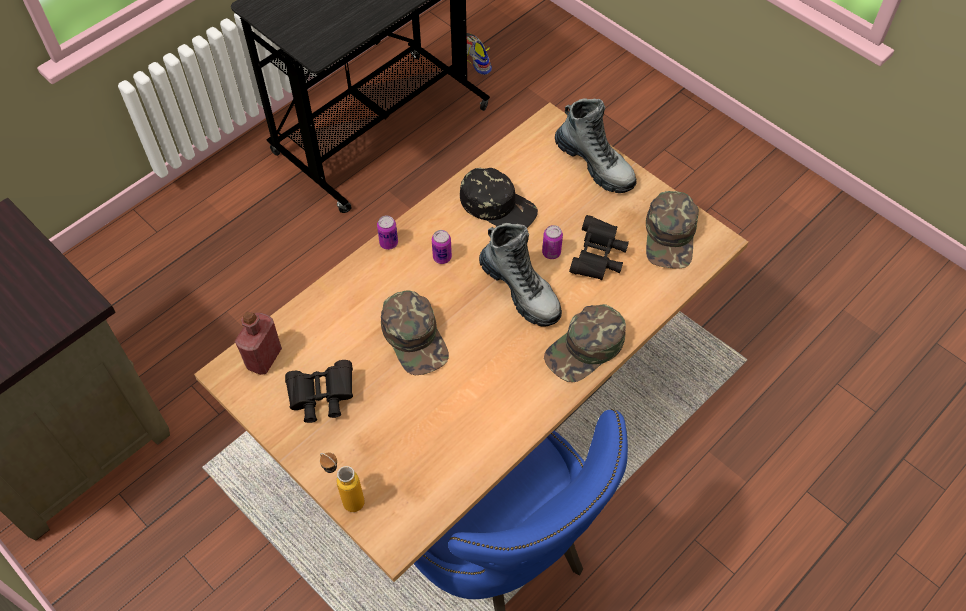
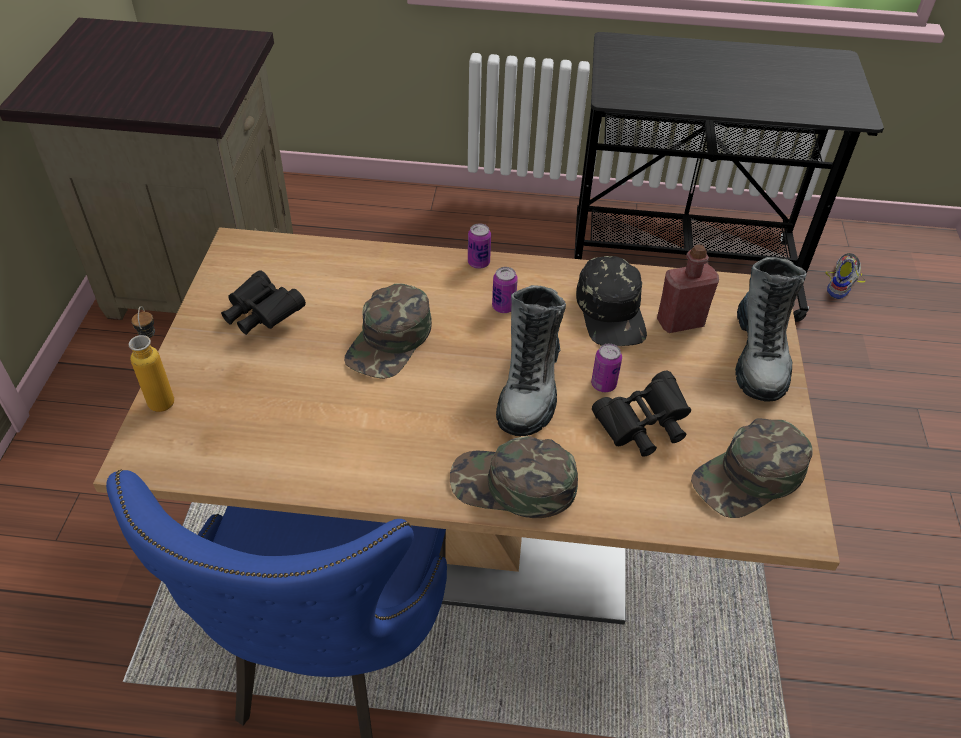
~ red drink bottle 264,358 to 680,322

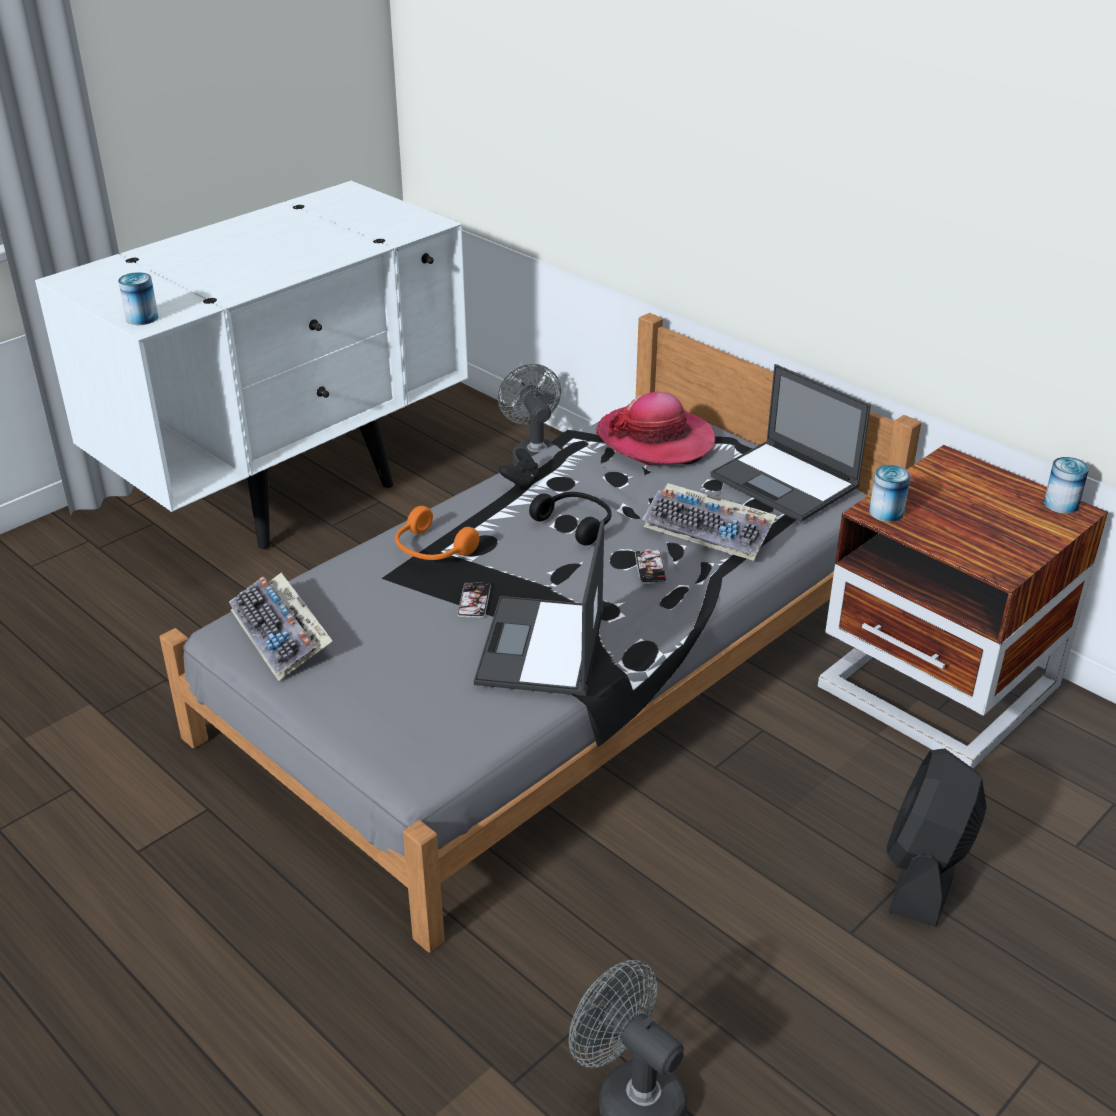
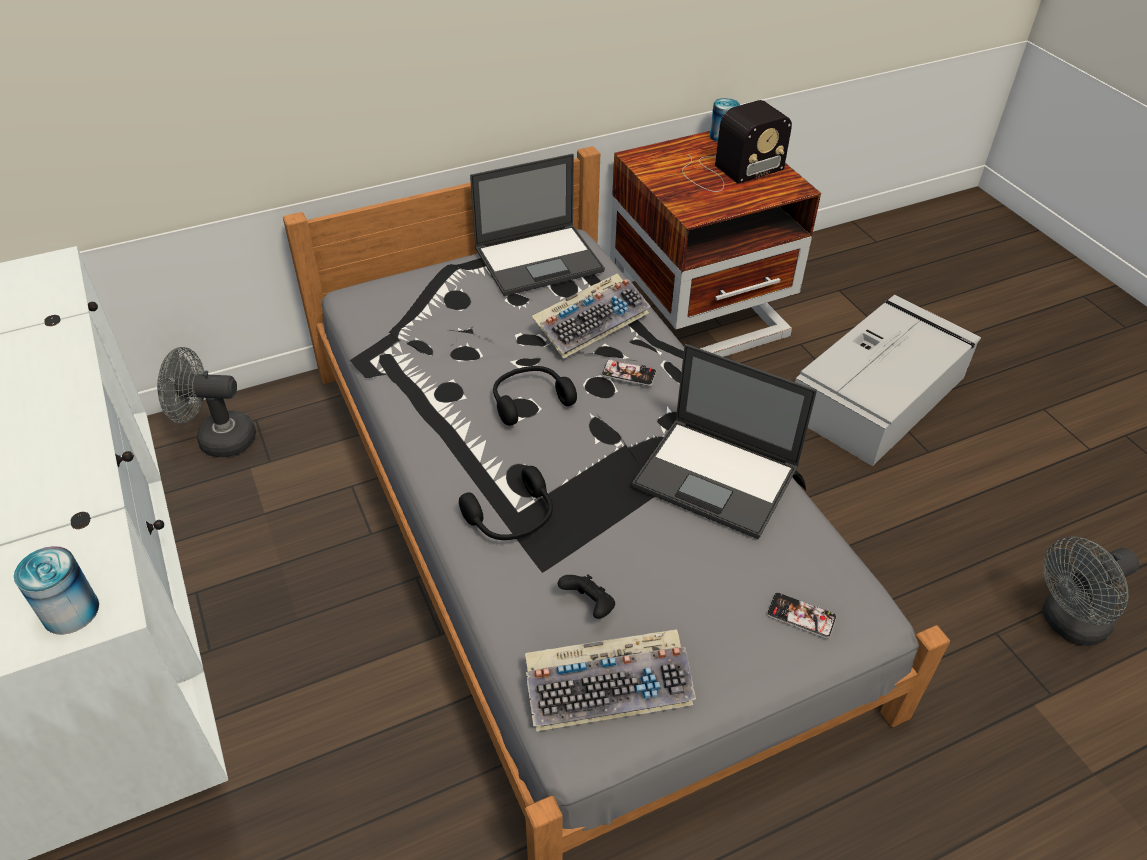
- wearable hat 656,439
~ blackish gamepad 520,481 to 589,606
- can 886,512
~ orange-coloured headset 431,550 to blackish headset 512,518
~ phone 474,601 to 801,616
~ blackish electric fan 925,871 to grey storage bin 879,394
+ radio set 728,171

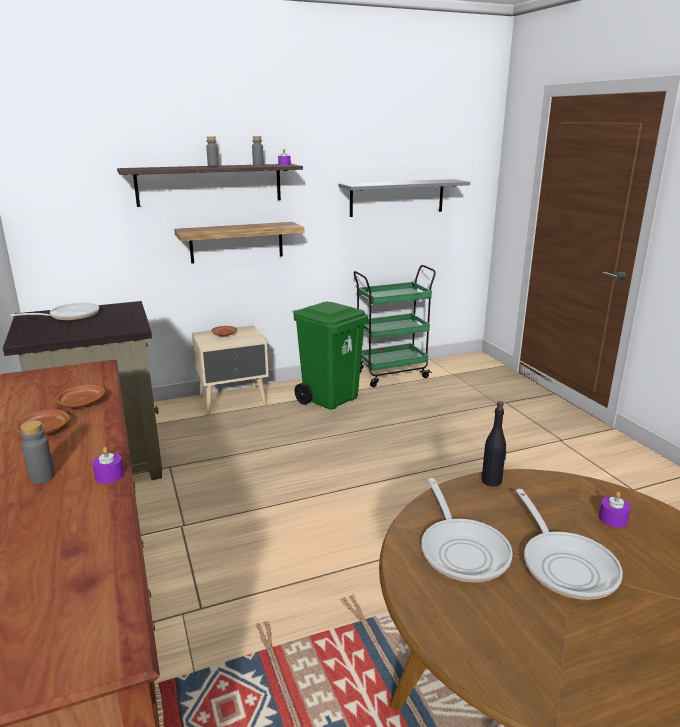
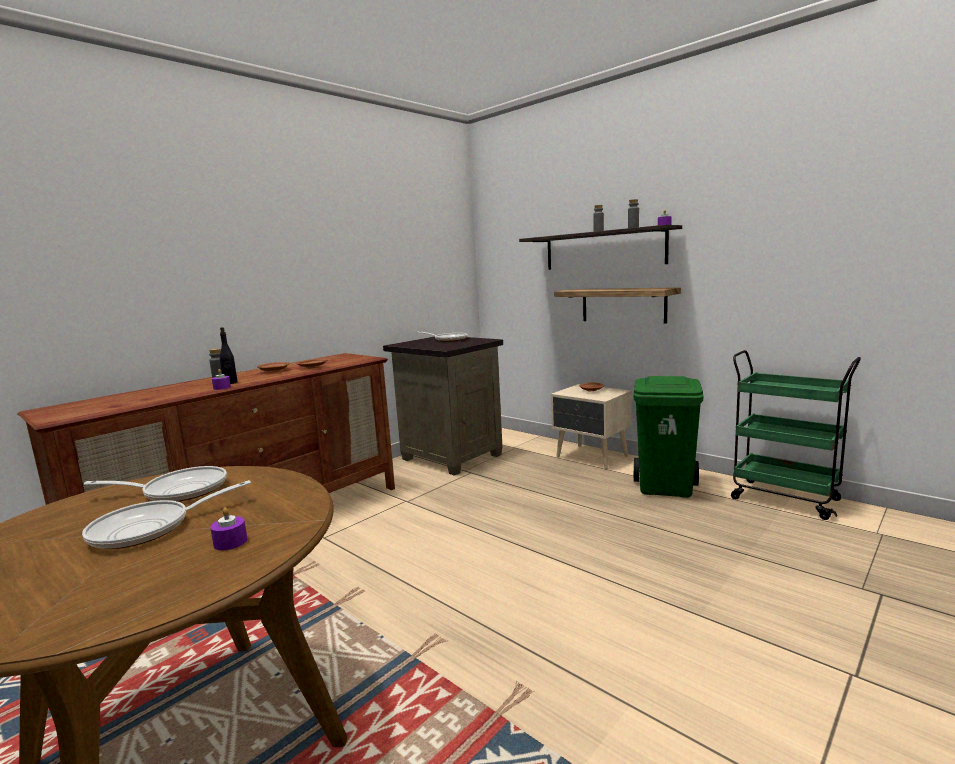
- grey bracket shelf 397,197
~ blackish drink bottle 492,481 to 230,383
~ skillet 462,550 = 179,491 150 degrees counterclockwise

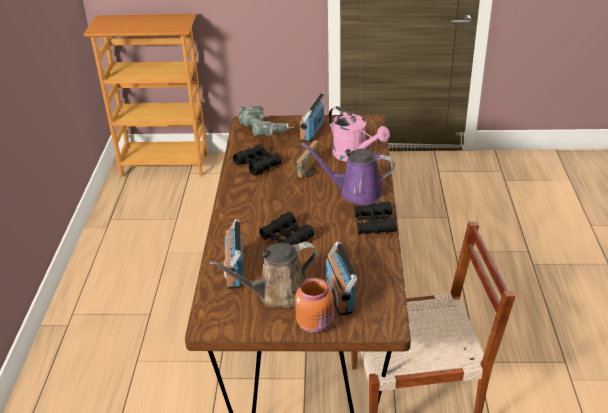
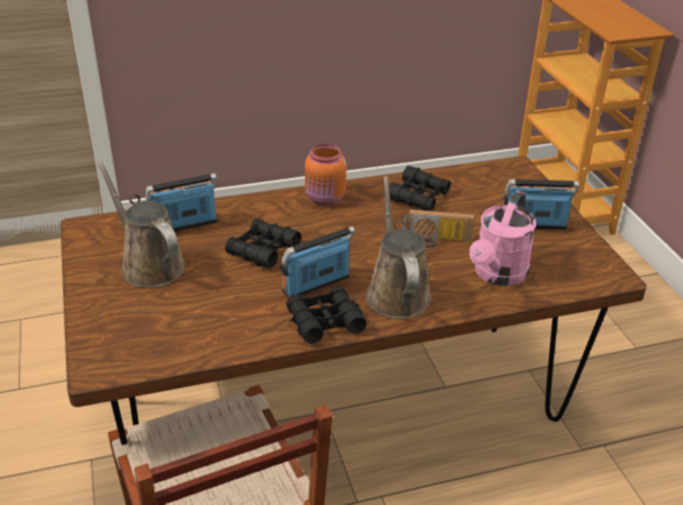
- power drill 265,132
~ purple watering can 356,192 to brown-coloured watering can 396,292
~ radio set 339,296 to 316,284
~ orange-coloured preserve jar 316,324 to 325,199

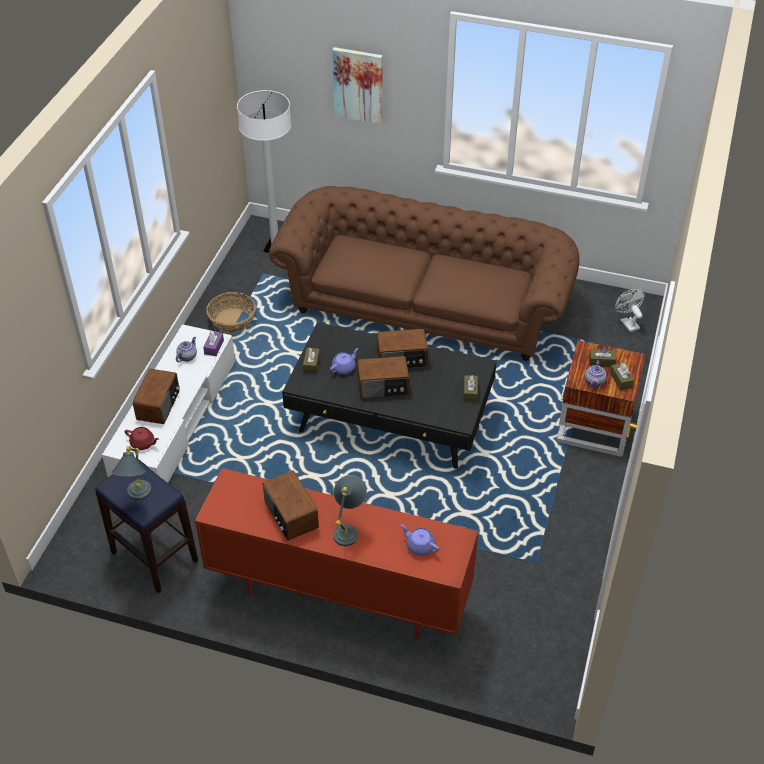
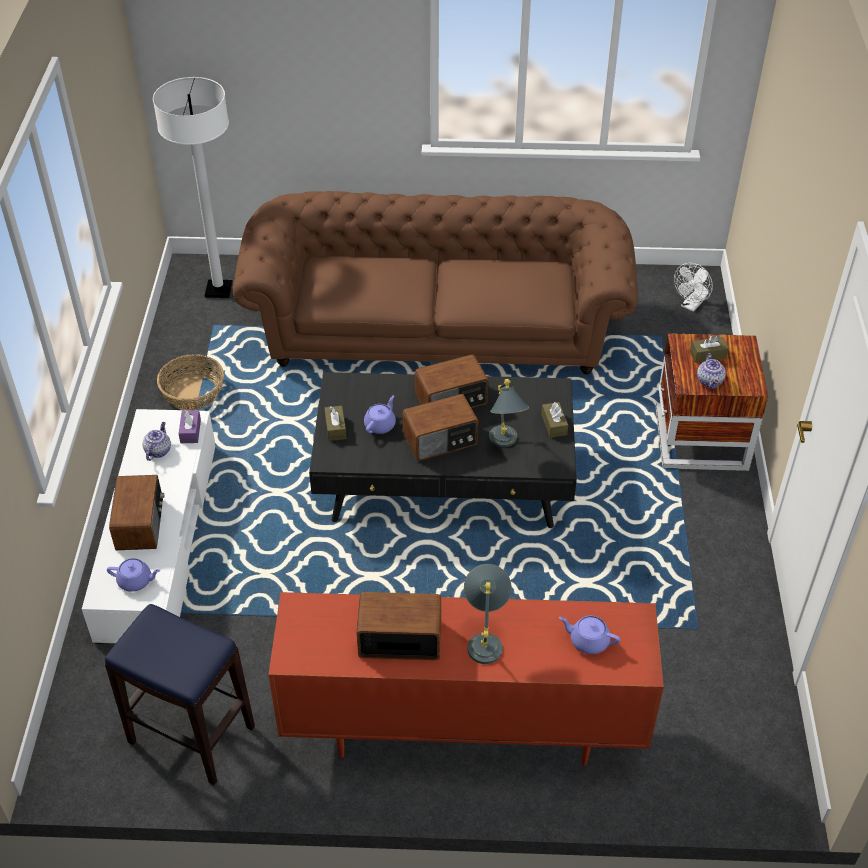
- wall art 358,85
~ white electric fan 627,323 = 691,305 105 degrees counterclockwise
- brown-coloured box of tissues 621,380
~ red teapot 143,443 to purple teapot 136,581
~ grey tabletop lamp 137,497 to 505,445
~ radio set 290,515 = 399,637 135 degrees clockwise

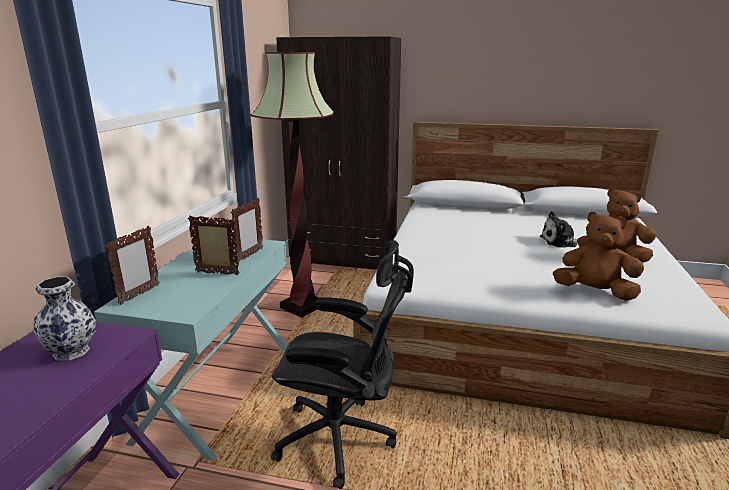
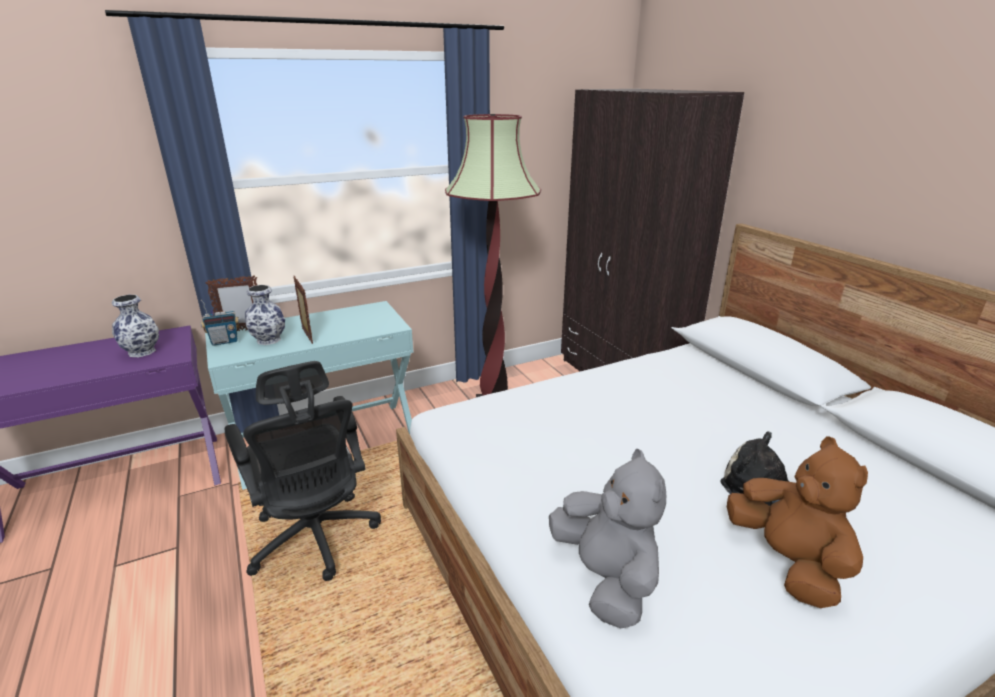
- picture frame 250,255
~ brown-coloured soft toy 594,292 to grey soft toy 606,578
+ flower vase 268,339
+ radio set 224,341

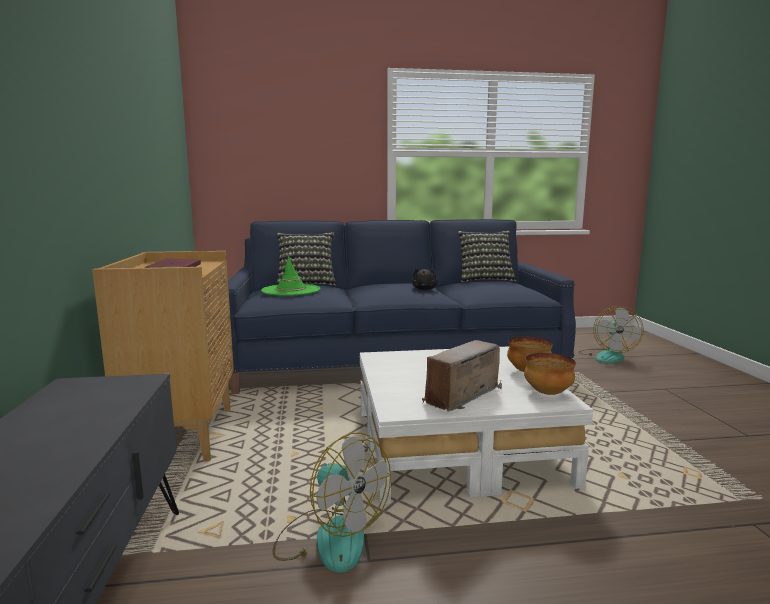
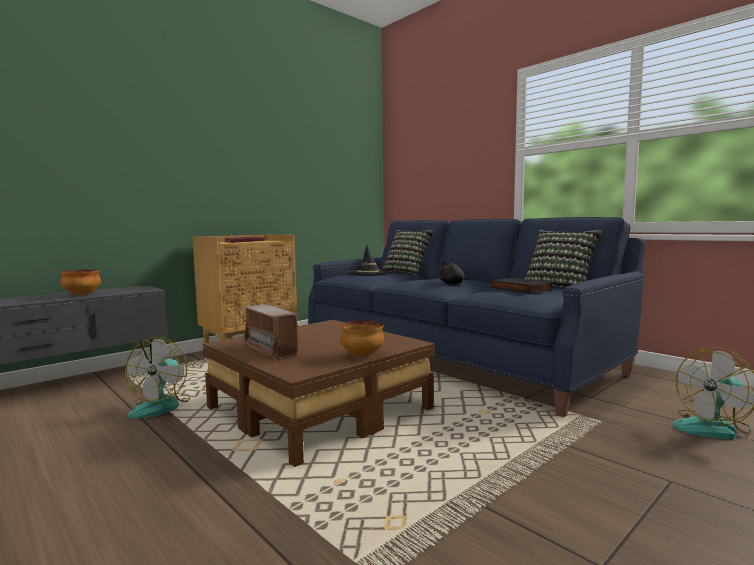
~ green-coloured wearable hat 291,290 to blackish wearable hat 368,273
~ radio set 462,396 = 271,349 135 degrees counterclockwise
~ white low table 457,445 to brown-coloured low table 321,408
~ bowl 547,393 to 82,295
+ blackish volume 518,289

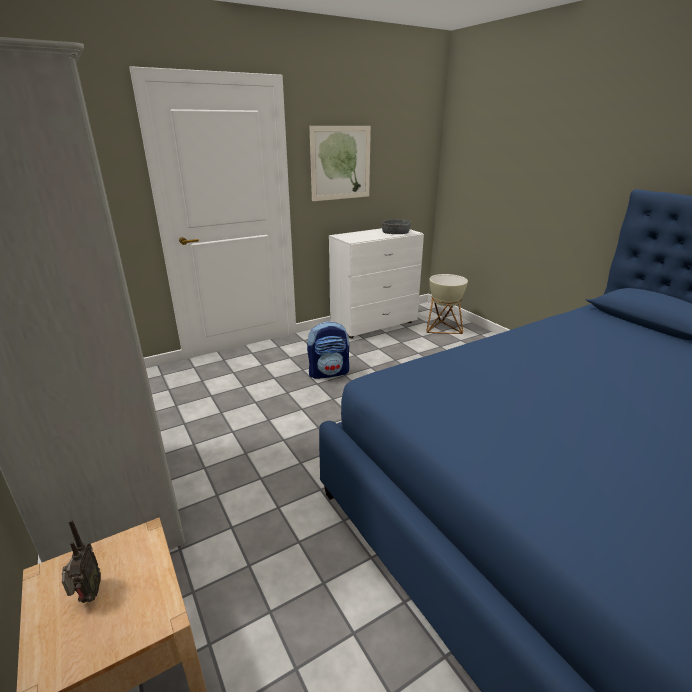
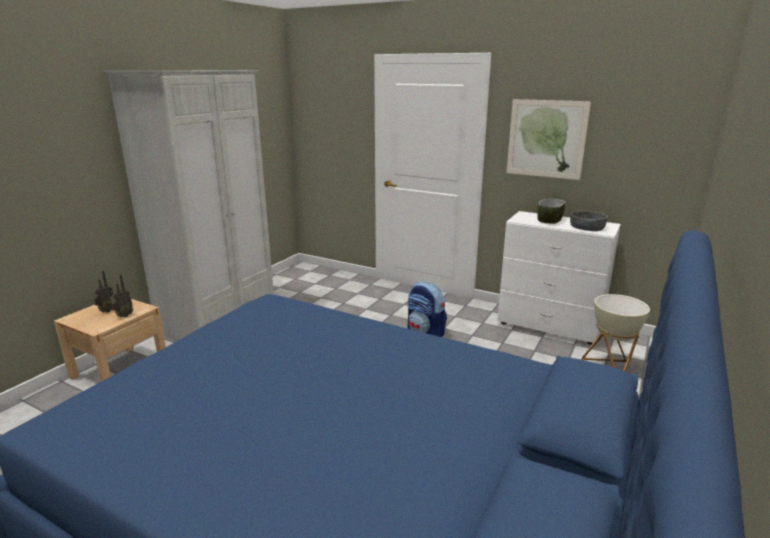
+ bowl 549,220
+ radio set 123,316

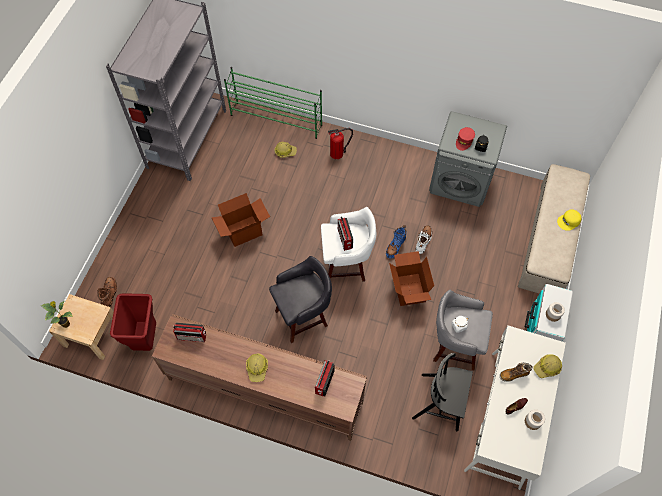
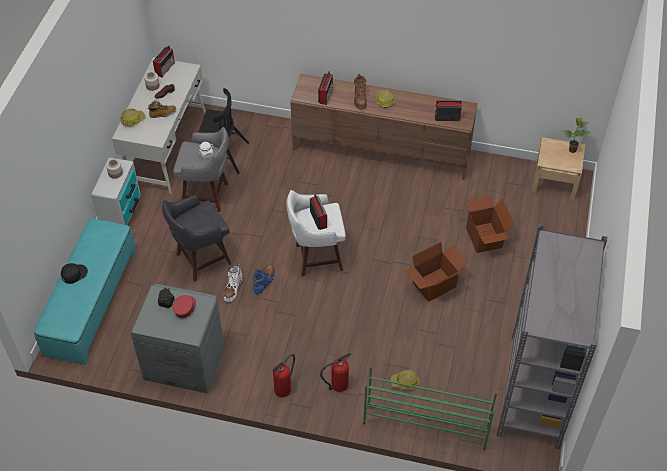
~ beige-coloured indoor bench 549,239 to turquoise indoor bench 91,300
~ yellow-coloured cap 569,221 to blackish cap 74,274
~ packing box 408,289 to 484,237
~ grey stool seat 303,317 to 201,260
~ brown-coloured high-top boot 109,294 to 360,99
- red rubbish bin 146,340
+ radio set 165,68
+ extinguisher 283,388

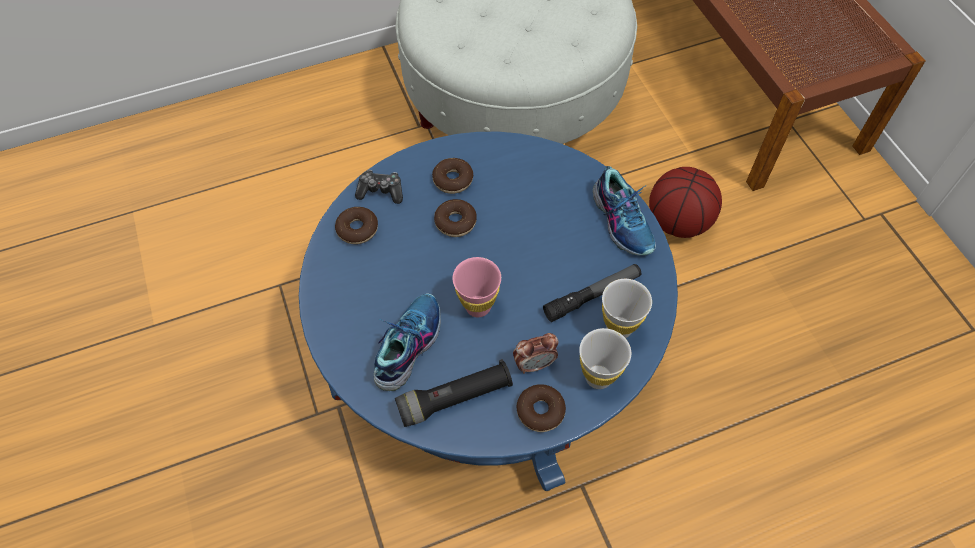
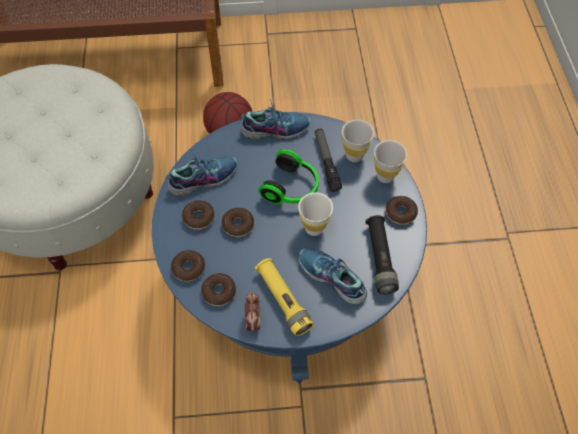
~ gamepad 381,191 to doughnut 188,268
~ pinkish drinking cup 478,306 to white drinking cup 314,228
~ table clock 534,364 to 253,321
+ headset 292,188
+ low shoe 203,178
+ yellow-coloured hand torch 283,300

